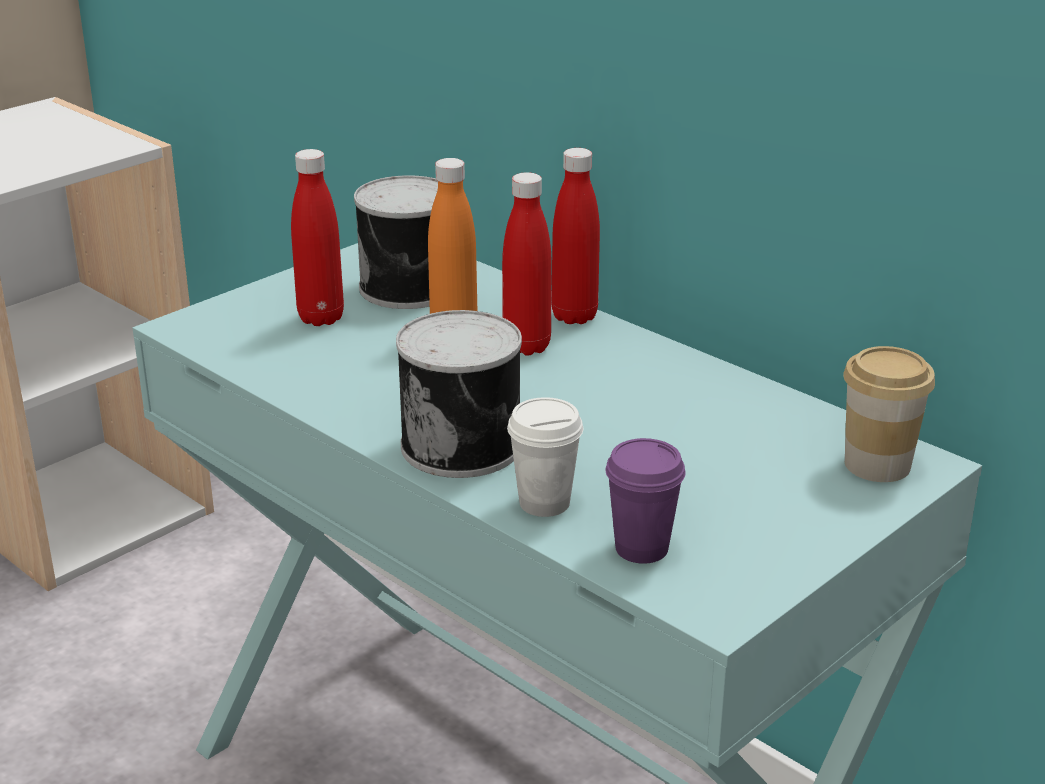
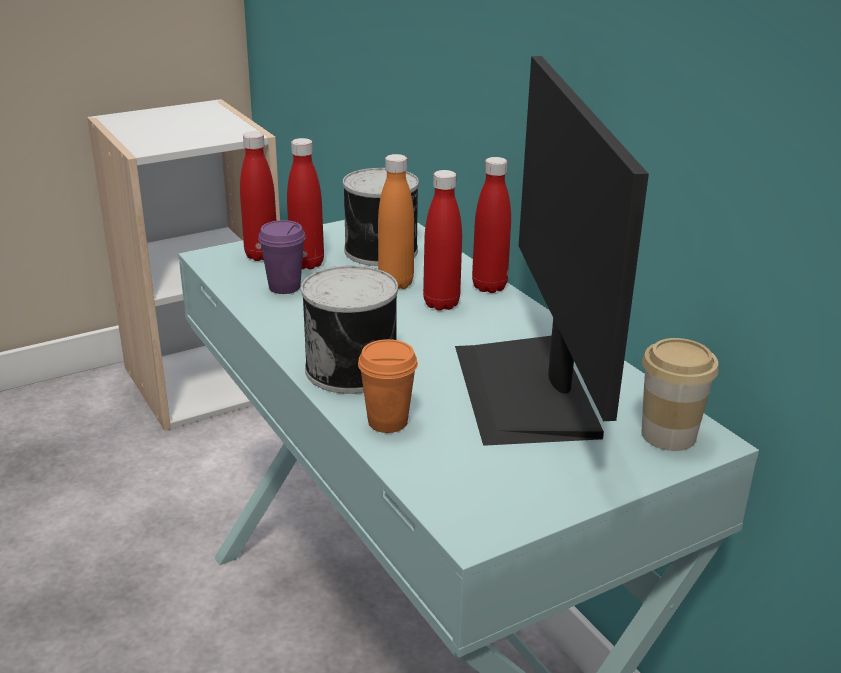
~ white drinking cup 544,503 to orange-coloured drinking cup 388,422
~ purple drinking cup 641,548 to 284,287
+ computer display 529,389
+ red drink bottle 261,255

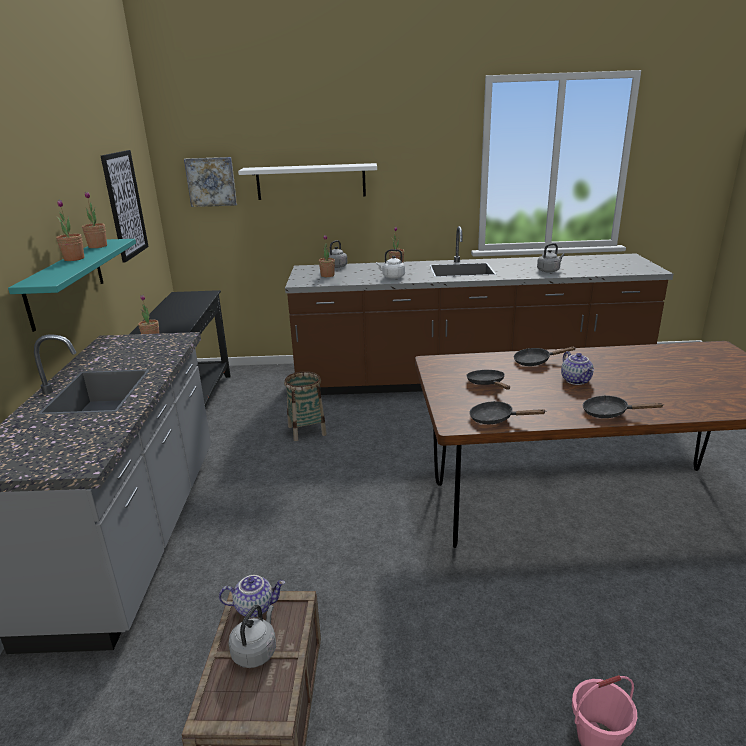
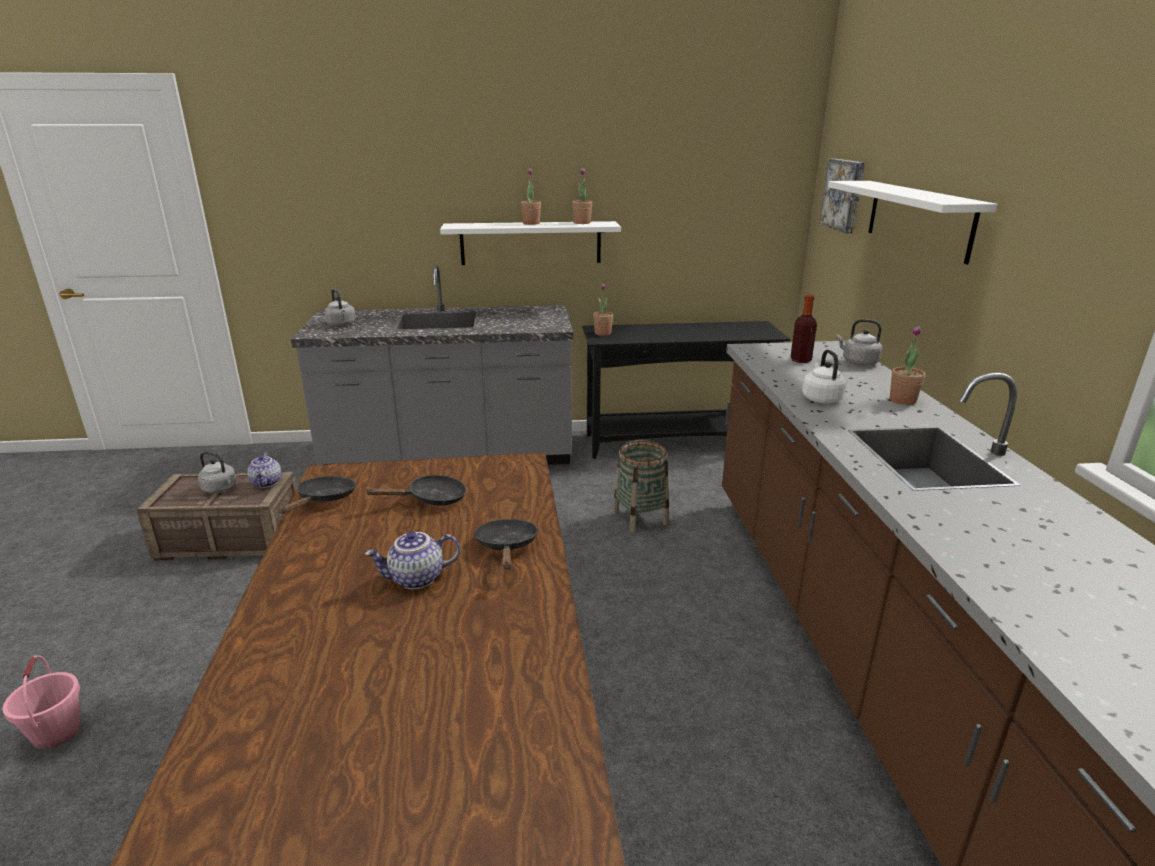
- wall art 125,205
~ houseplant 327,275 to drink bottle 800,360
~ turquoise bracket shelf 65,282 to white bracket shelf 531,243
~ grey kettle 549,270 to 342,325
- blackish skillet 609,413

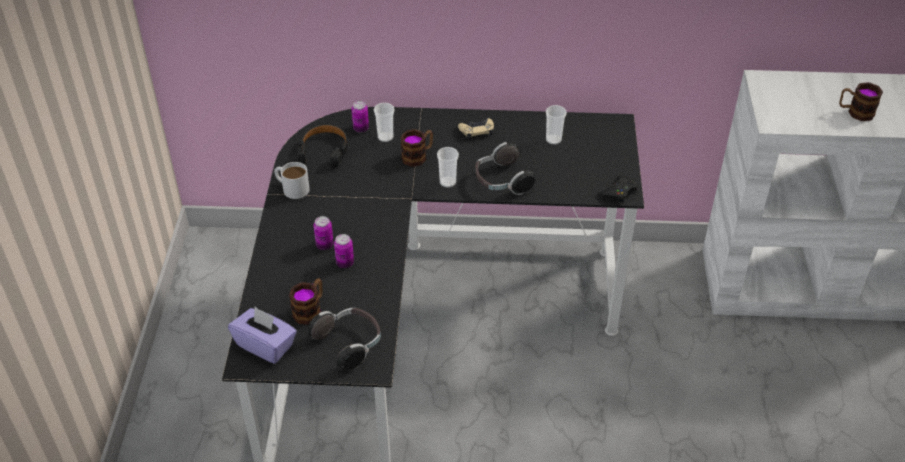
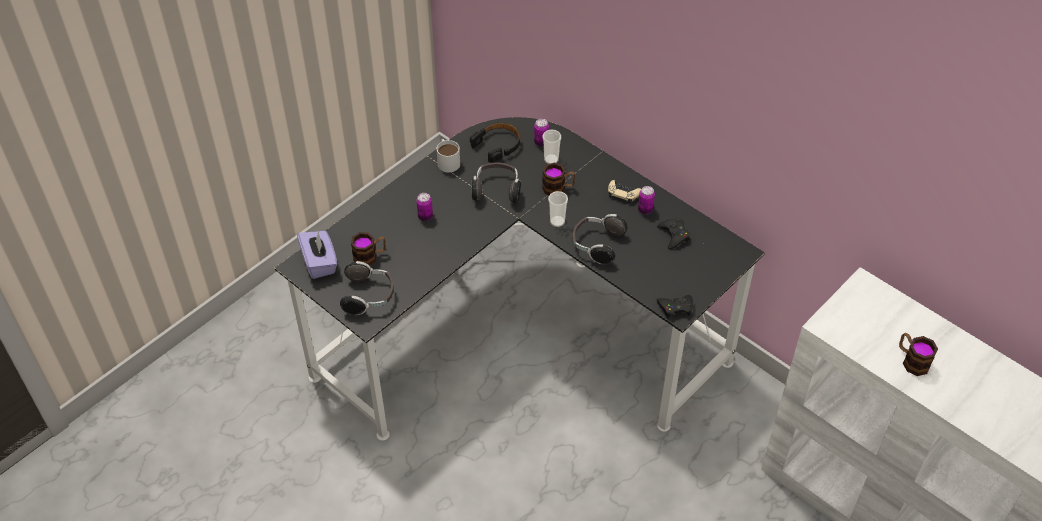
~ drinking cup 553,139 to blackish gamepad 674,235
~ can 345,263 to 645,210
+ headset 496,190

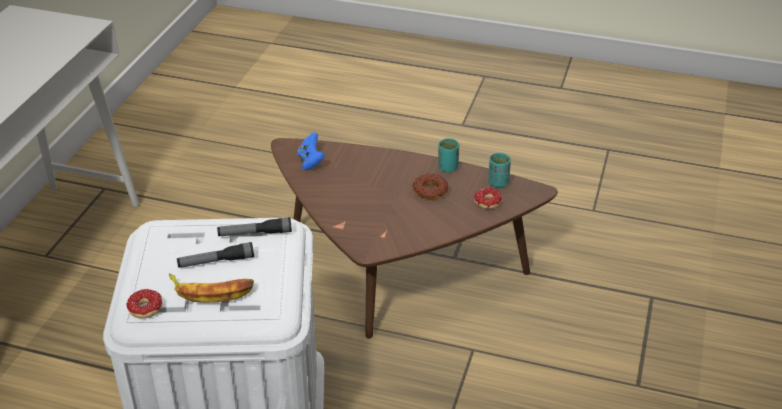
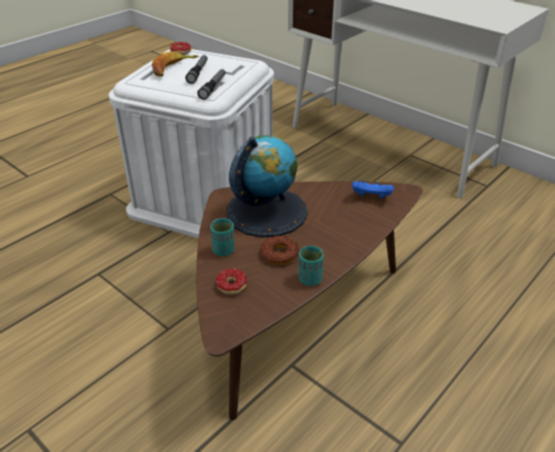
~ turquoise drinking cup 498,183 to 223,250
+ globe 266,211

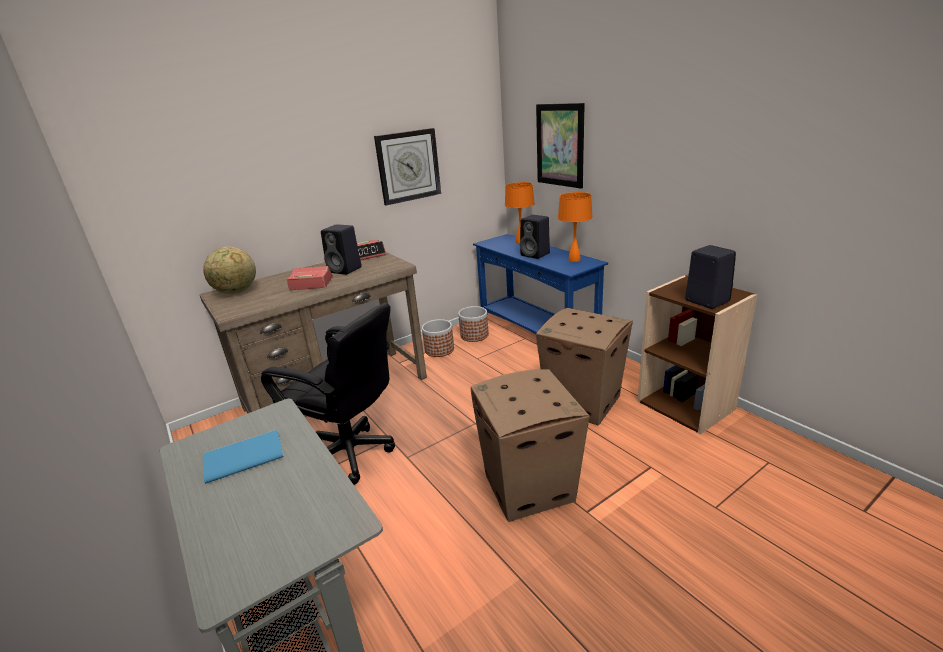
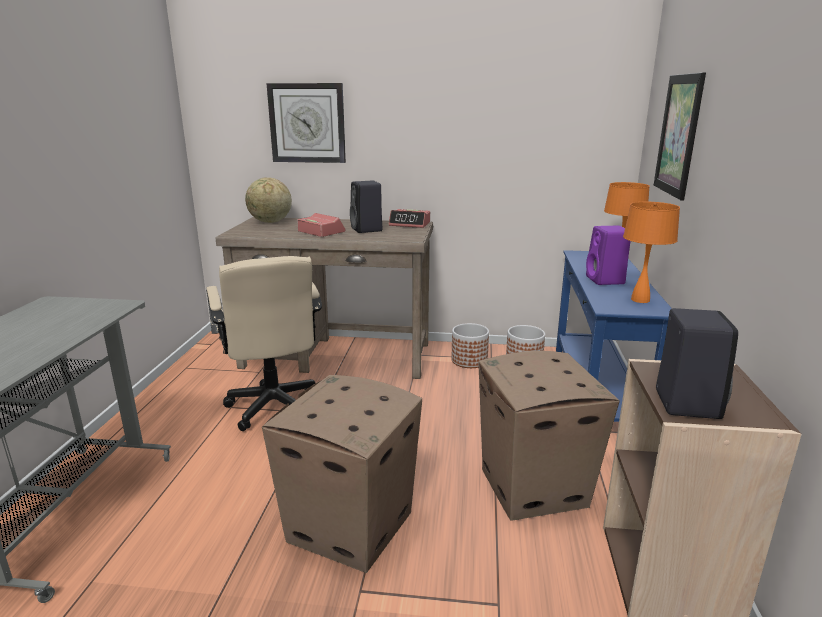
~ hanging clock 408,166 to 307,123
~ blackish loudspeaker 536,254 to purple loudspeaker 606,280
~ blackish computer chair 354,455 to beige-coloured computer chair 274,410
- blue volume 241,457

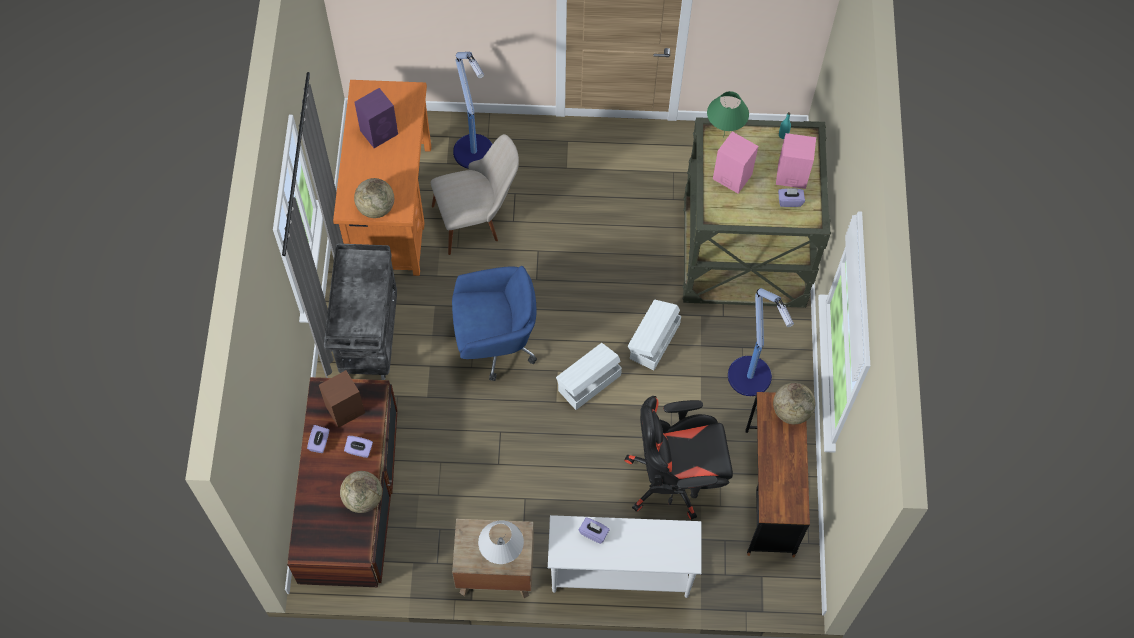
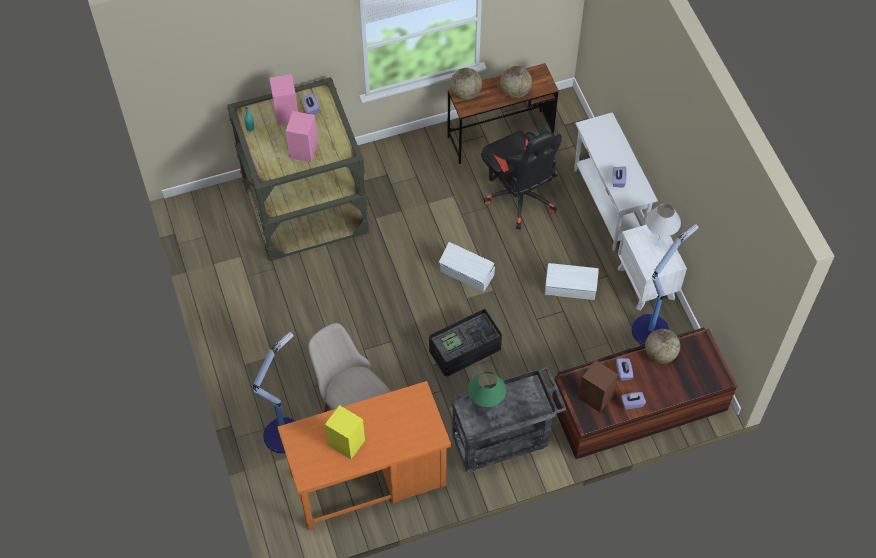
~ purple loudspeaker 380,132 to yellow-coloured loudspeaker 345,442
~ green-coloured tabletop lamp 723,137 to 485,407
~ globe 376,208 to 515,92
~ blue computer chair 495,346 to blackish storage bin 464,348
~ standing lamp 750,377 to 651,329
~ white storage bin 653,341 to 570,288
~ brown-coloured bedside table 495,571 to white bedside table 646,283

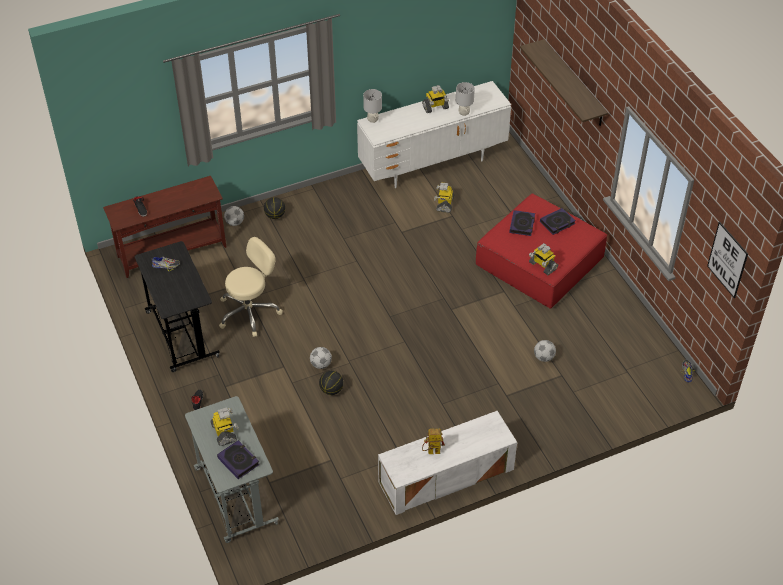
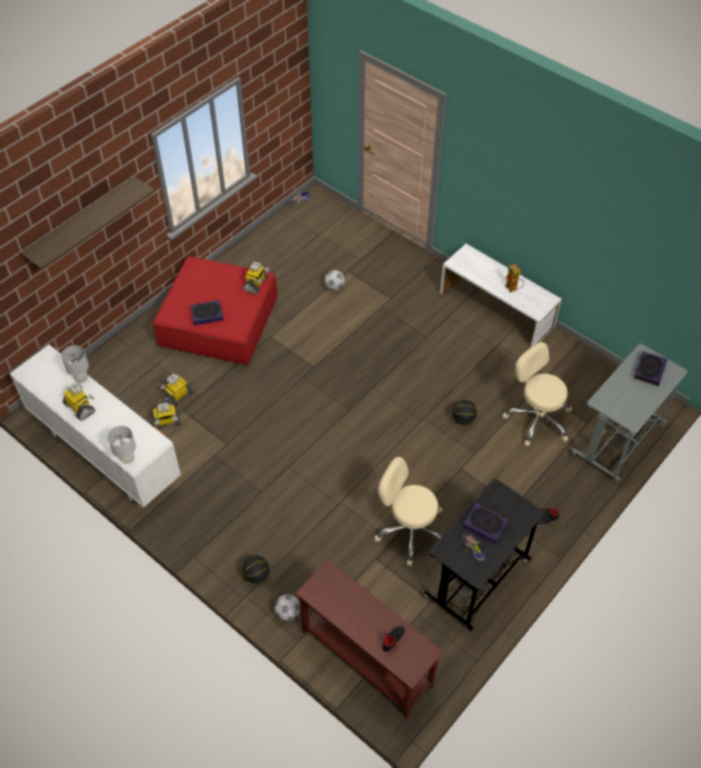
~ volume 557,223 to 485,524
- wall art 727,259
- football 321,364
~ robot figure 224,432 to 178,396
+ beige-coloured computer chair 536,417

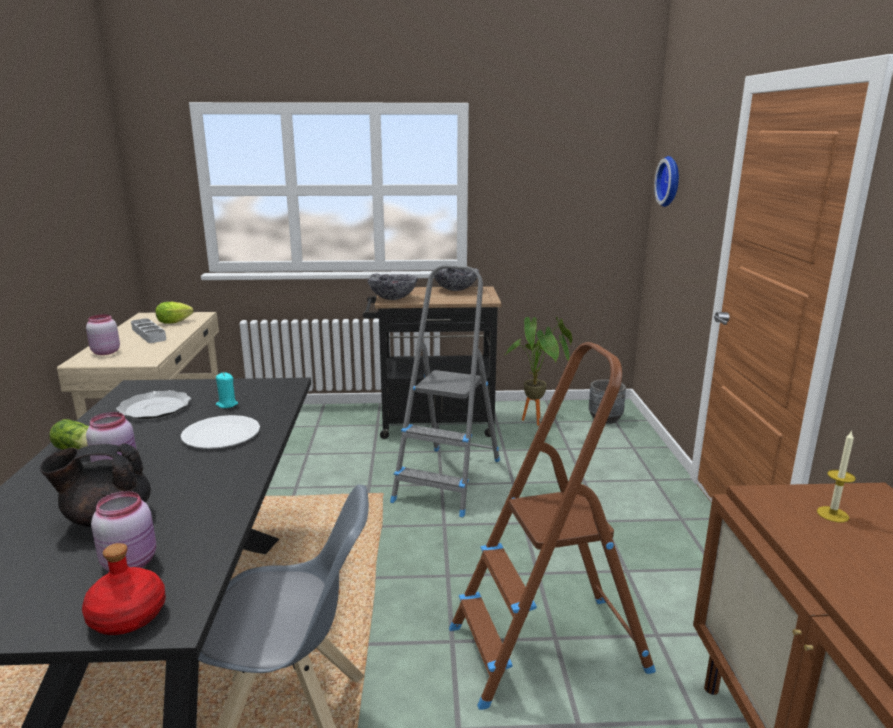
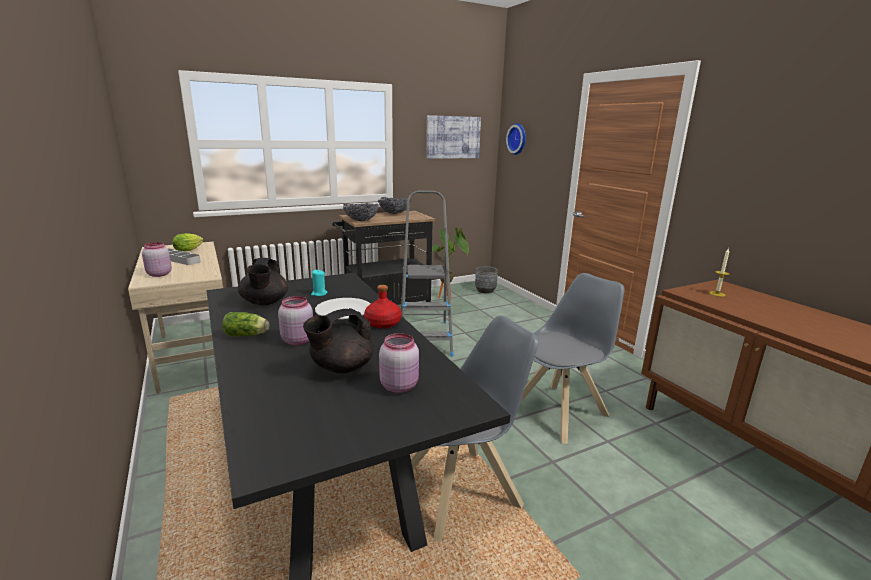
~ brown-coloured stepladder 545,649 to grey chair 560,411
~ dinner plate 154,408 to blackish teapot 264,302
~ red drink bottle 127,616 to 382,323
+ wall art 453,137

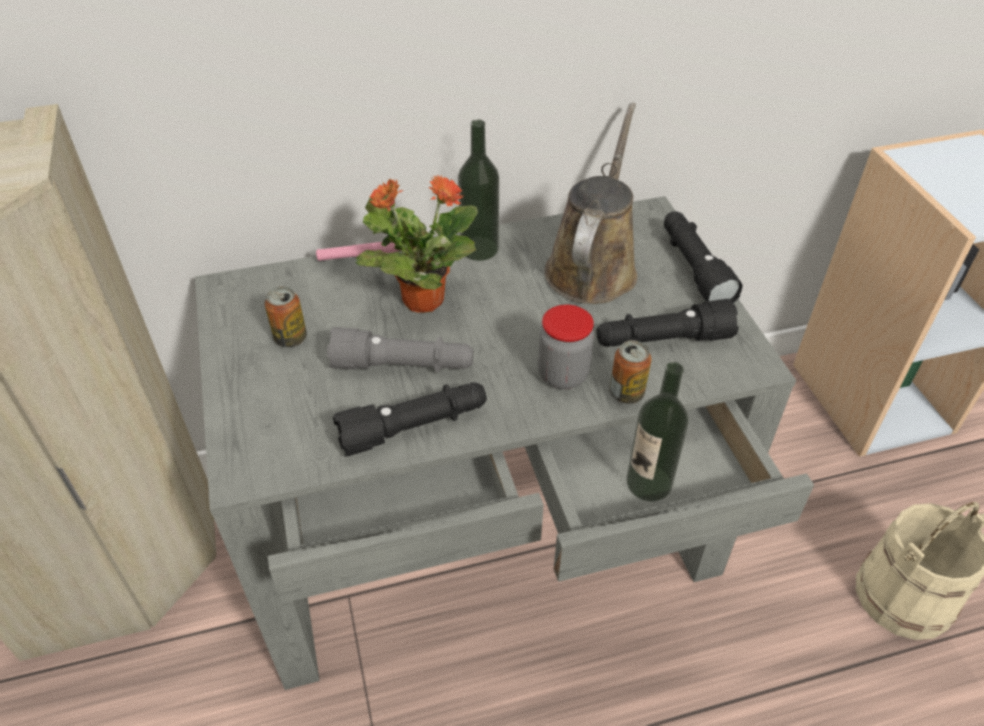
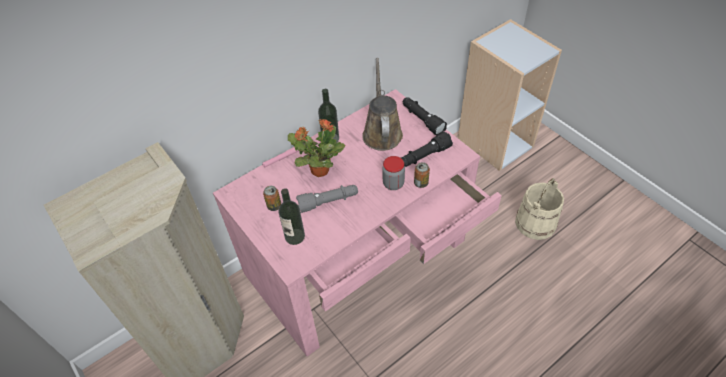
~ grey desk 491,544 to pinkish desk 364,264
~ drink bottle 649,483 to 295,236
- blackish hand torch 414,427

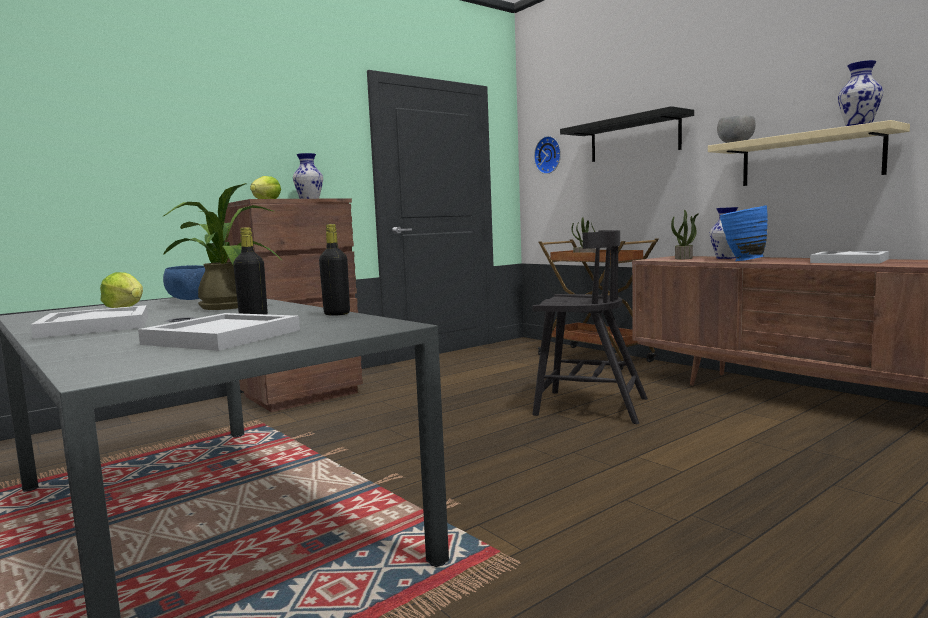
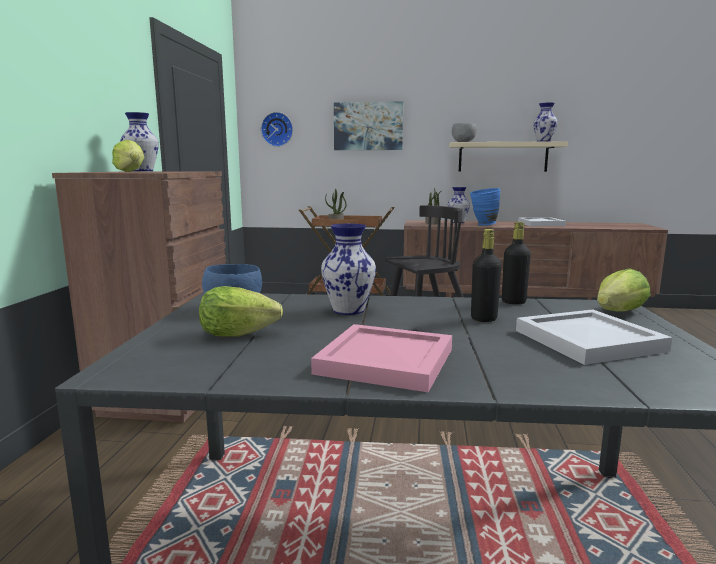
~ blackish bracket shelf 634,138 to wall art 368,126
~ houseplant 225,306 to flower vase 348,310
~ white carrying tray 94,326 to pinkish carrying tray 383,361
+ lettuce head 619,312

